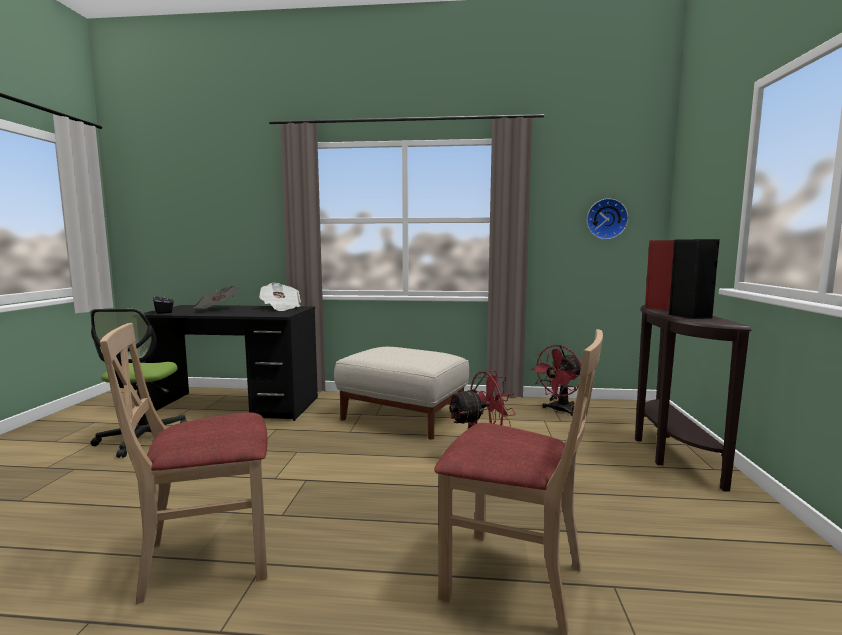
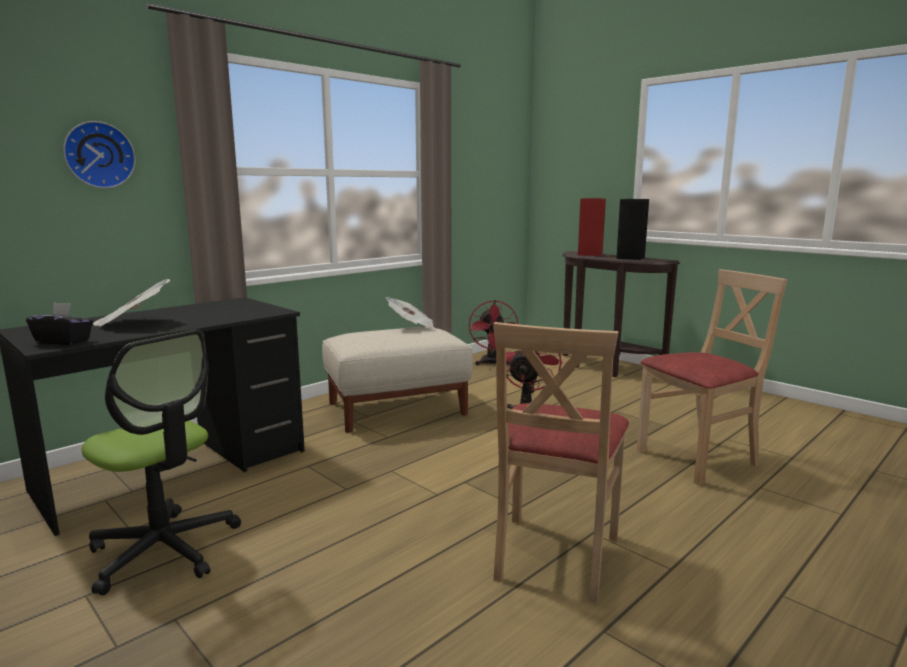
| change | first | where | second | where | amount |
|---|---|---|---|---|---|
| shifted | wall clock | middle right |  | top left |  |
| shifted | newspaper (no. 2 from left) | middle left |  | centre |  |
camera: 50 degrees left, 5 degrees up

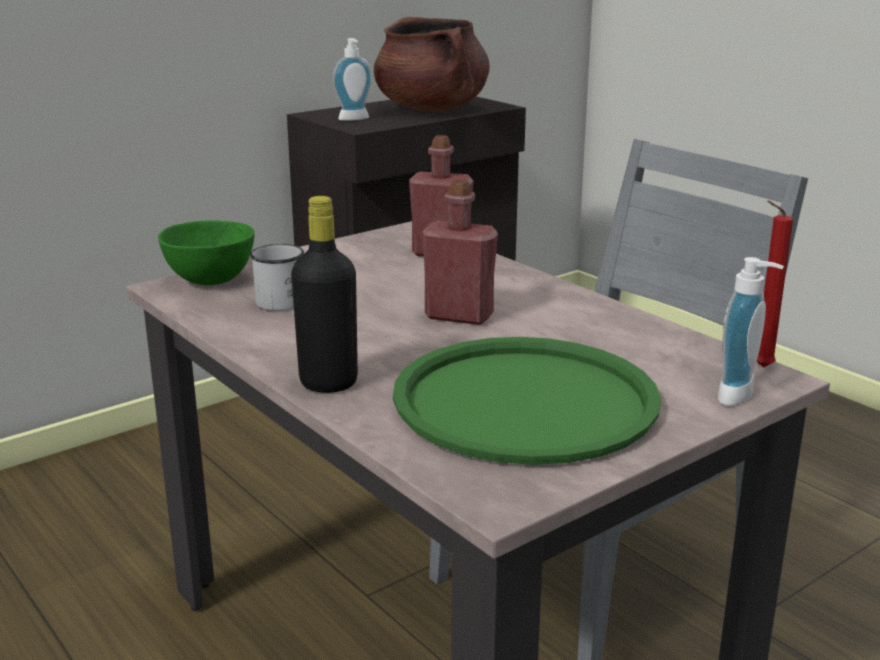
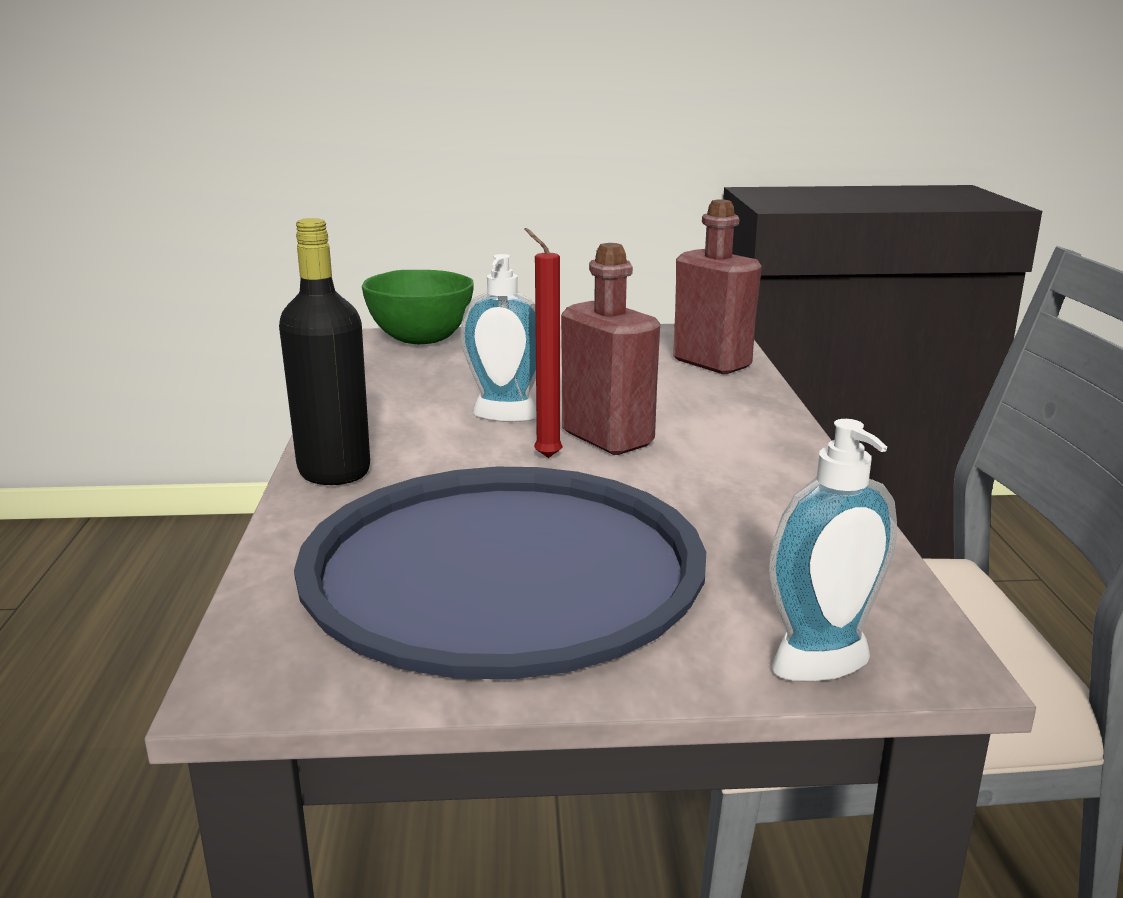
| change | first | where | second | where | amount |
|---|---|---|---|---|---|
| gone | brown cooking pot | top centre |  |  |  |
| shifted | soap dispenser (no. 1 from left) | top centre |  | centre |  |
| shifted | red candle | middle right |  | centre |  |
| gone | white mug | middle left |  |  |  |
| repainted | green tray | centre | blue tray | centre |  |
camera: 35 degrees right, 0 degrees up

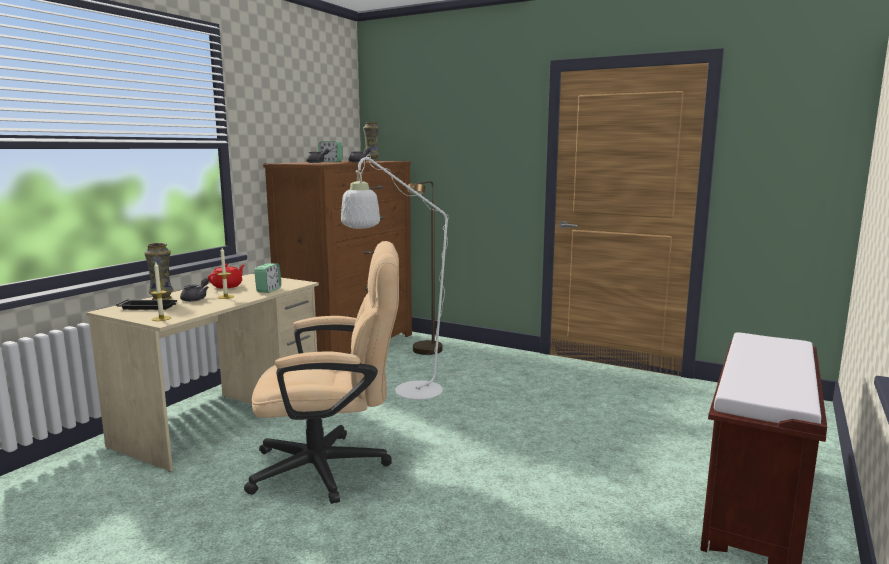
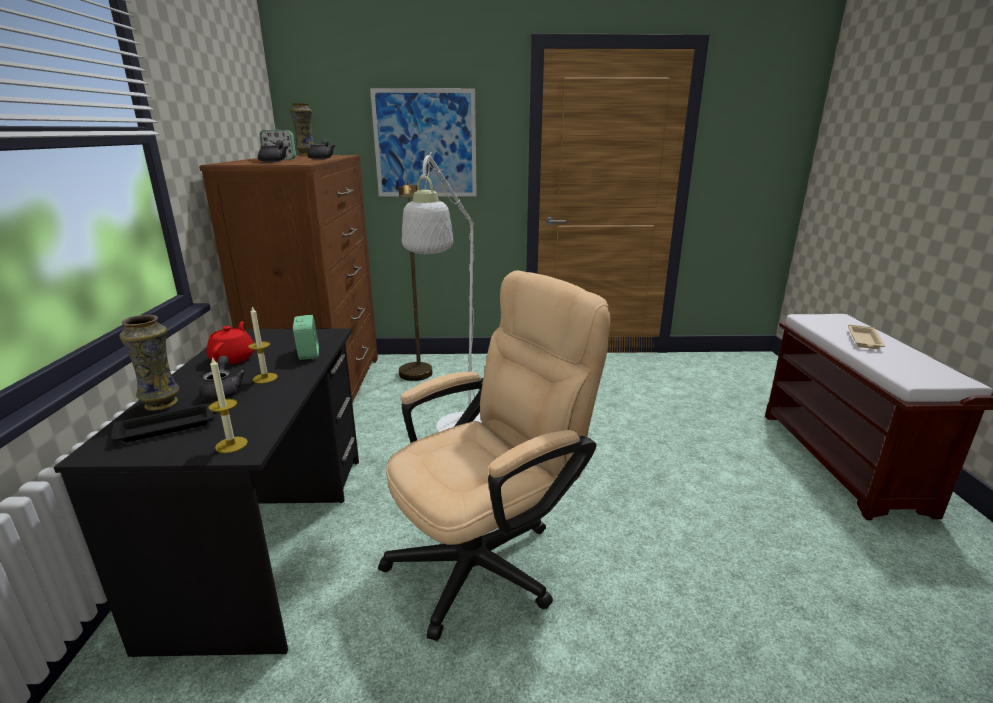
| change | first | where | second | where | amount |
|---|---|---|---|---|---|
| repainted | beige desk | middle left | black desk | bottom left |  |
| new |  |  | picture | top centre |  |
| new |  |  | beige tray | middle right |  |
camera: 30 degrees left, 10 degrees up

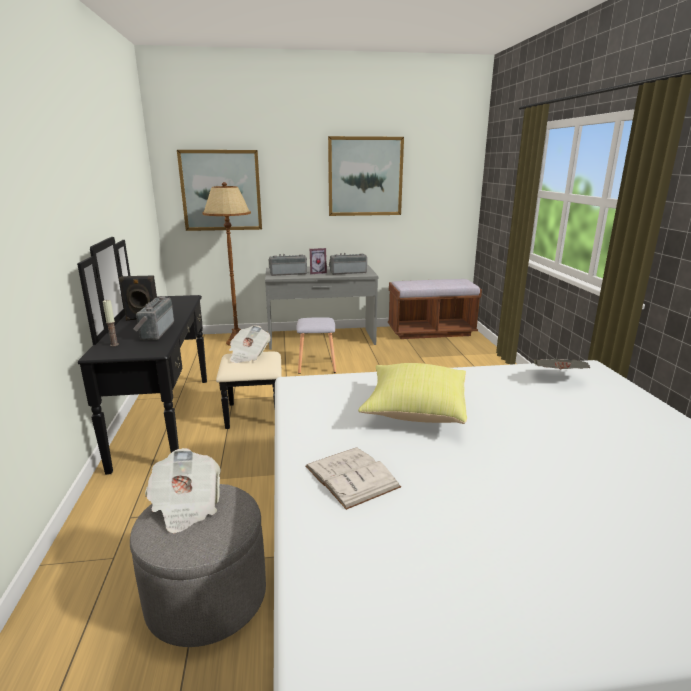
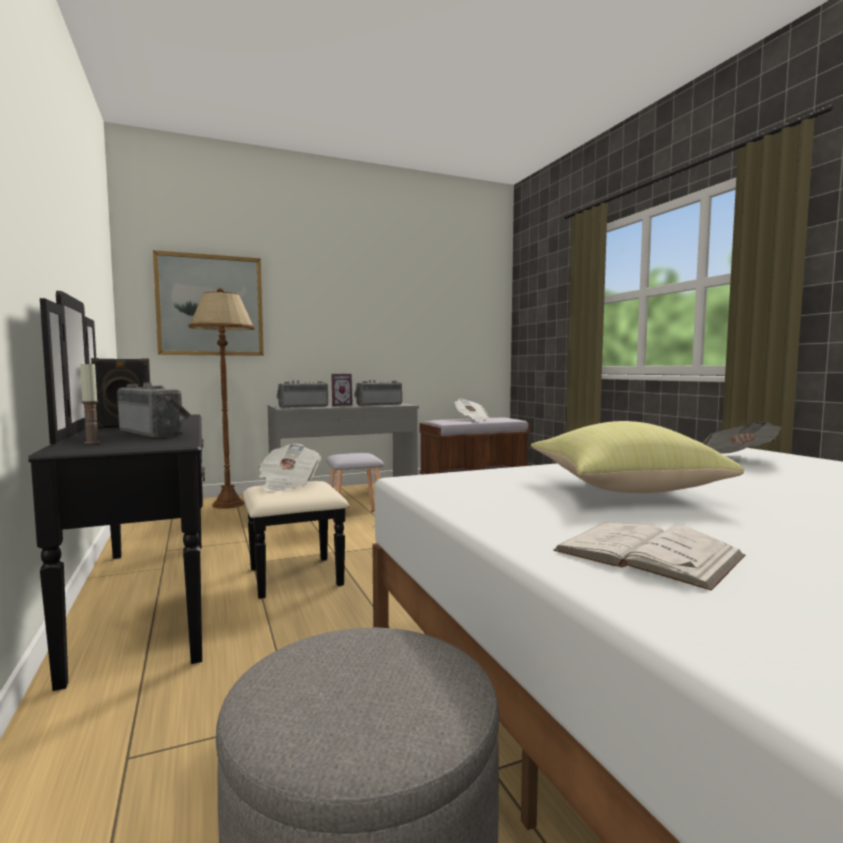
| change | first | where | second | where | amount |
|---|---|---|---|---|---|
| gone | picture (no. 2 from left) | top centre |  |  |  |
| rotated | radio (no. 1 from left) | middle left |  | middle left | 150 degrees clockwise |
| shifted | newspaper (no. 1 from left in the first image) | bottom left | newspaper (no. 2 from left) | centre |  |
camera: 15 degrees left, 15 degrees down

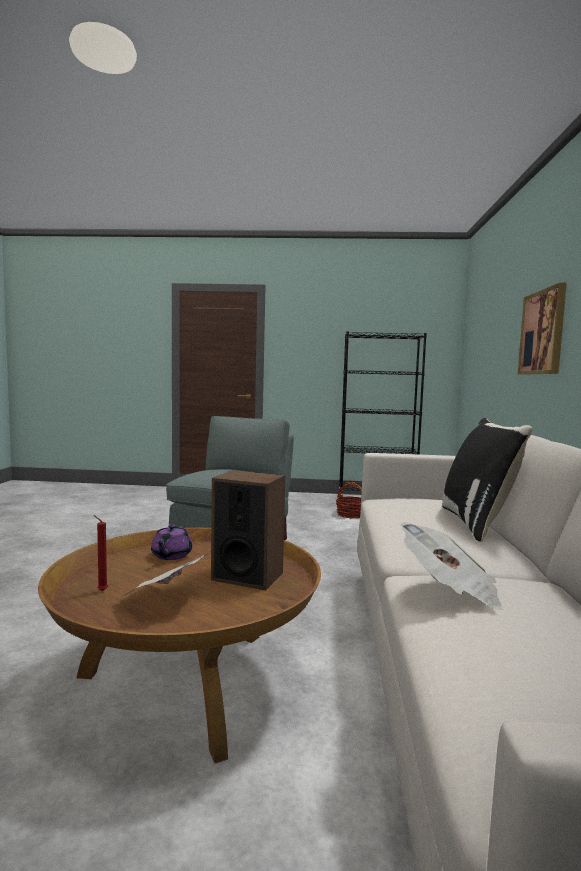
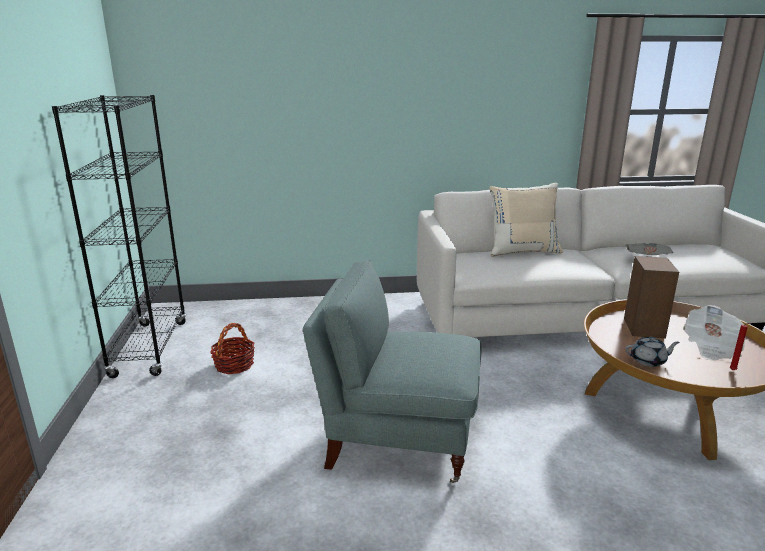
| change | first | where | second | where | amount |
|---|---|---|---|---|---|
| gone | picture | middle right |  |  |  |
| repainted | black pillow | middle right | beige pillow | middle right |  |
| repainted | purple teapot | middle left | grey teapot | middle right |  |
camera: 100 degrees left, 15 degrees up

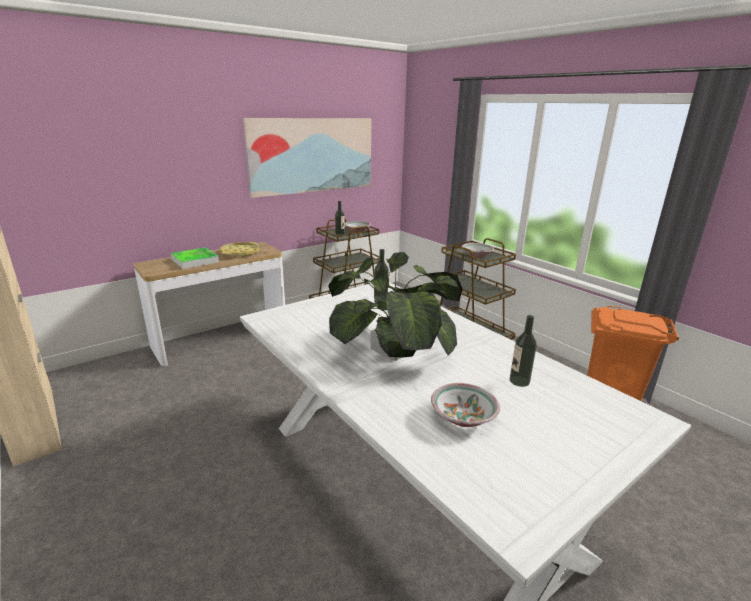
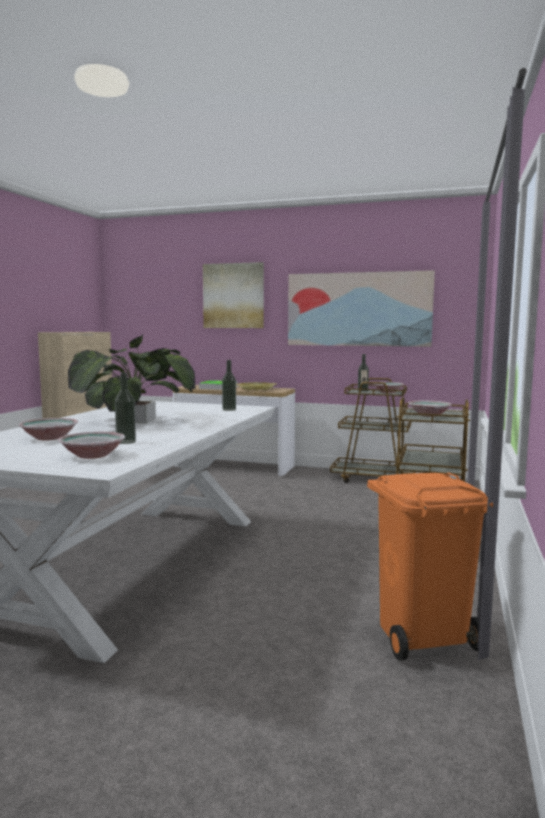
| change | first | where | second | where | amount |
|---|---|---|---|---|---|
| new |  |  | picture (no. 1 from left) | centre |  |
| new |  |  | bowl (no. 2 from left) | middle left |  |
camera: 55 degrees right, 15 degrees down

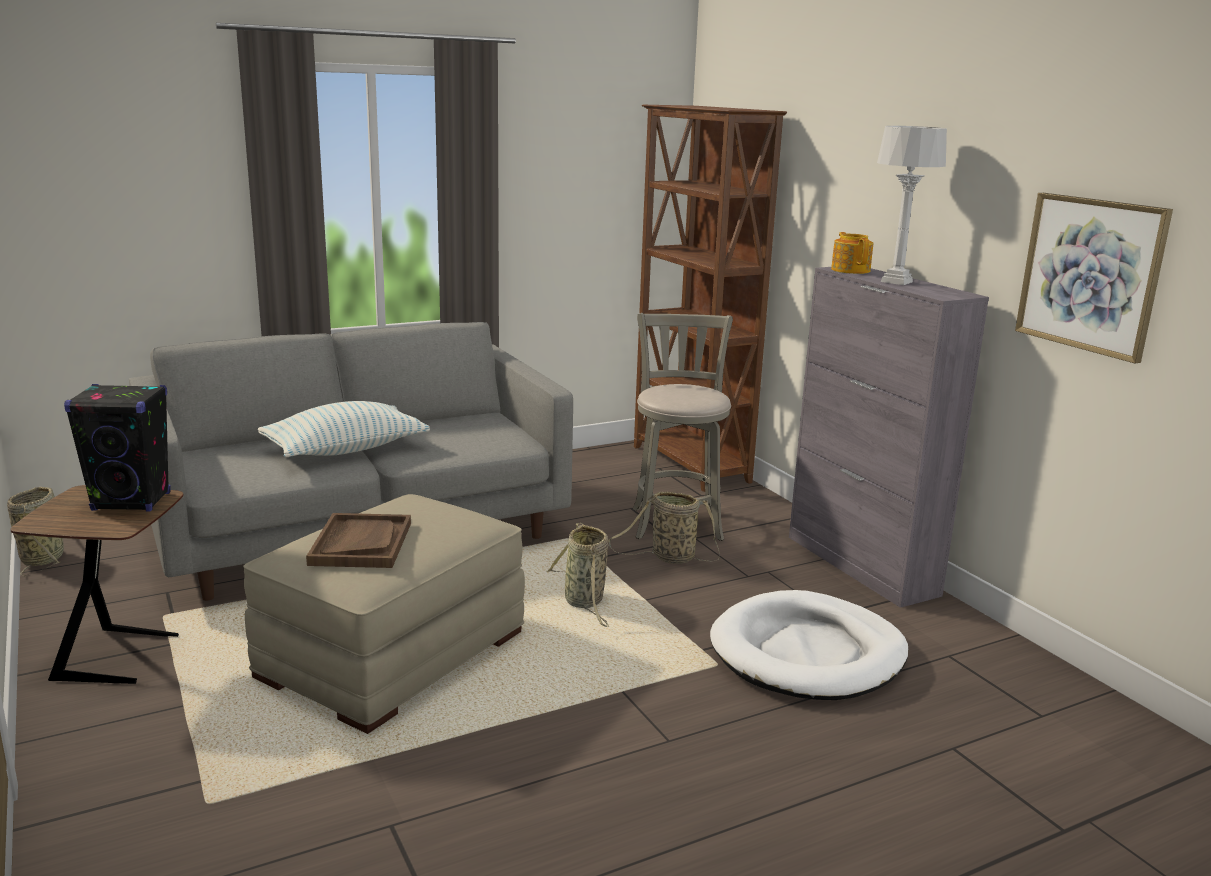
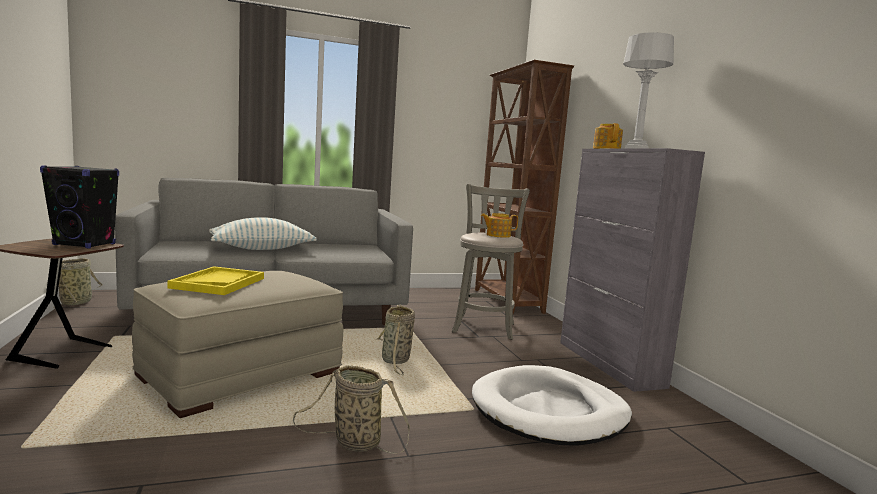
| change | first | where | second | where | amount |
|---|---|---|---|---|---|
| gone | picture | top right |  |  |  |
| shifted | basket (no. 3 from left in the first image) | centre | basket (no. 2 from left) | bottom centre |  |
| repainted | brown tray | middle left | yellow tray | middle left |  |
| new |  |  | teapot (no. 1 from left) | centre |  |
camera: 10 degrees right, 10 degrees down

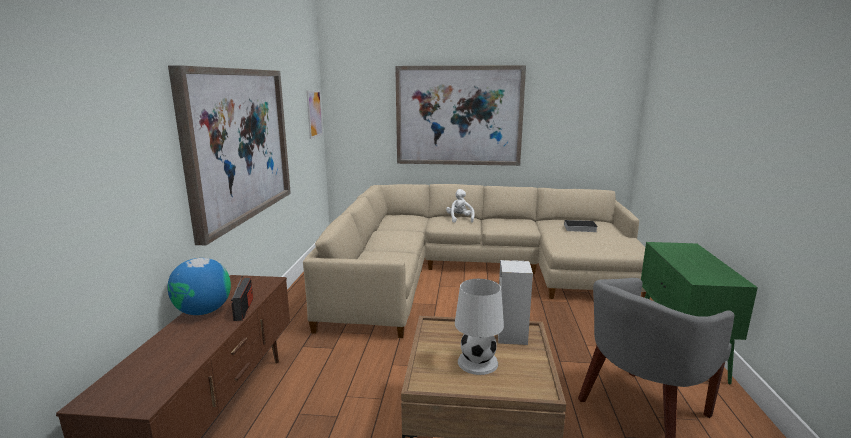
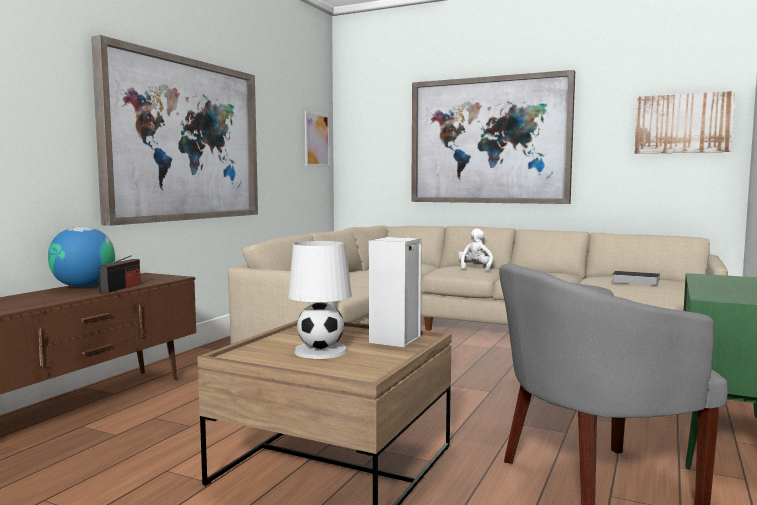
| change | first | where | second | where | amount |
|---|---|---|---|---|---|
| new |  |  | picture (no. 4 from left) | top right |  |
camera: 20 degrees right, 10 degrees down

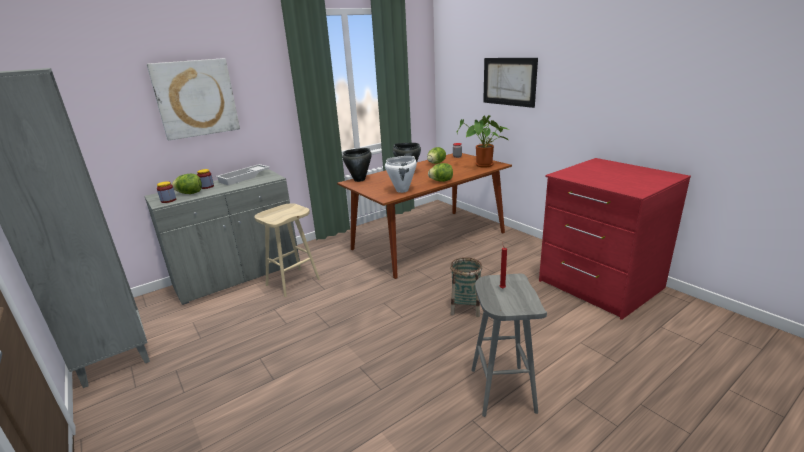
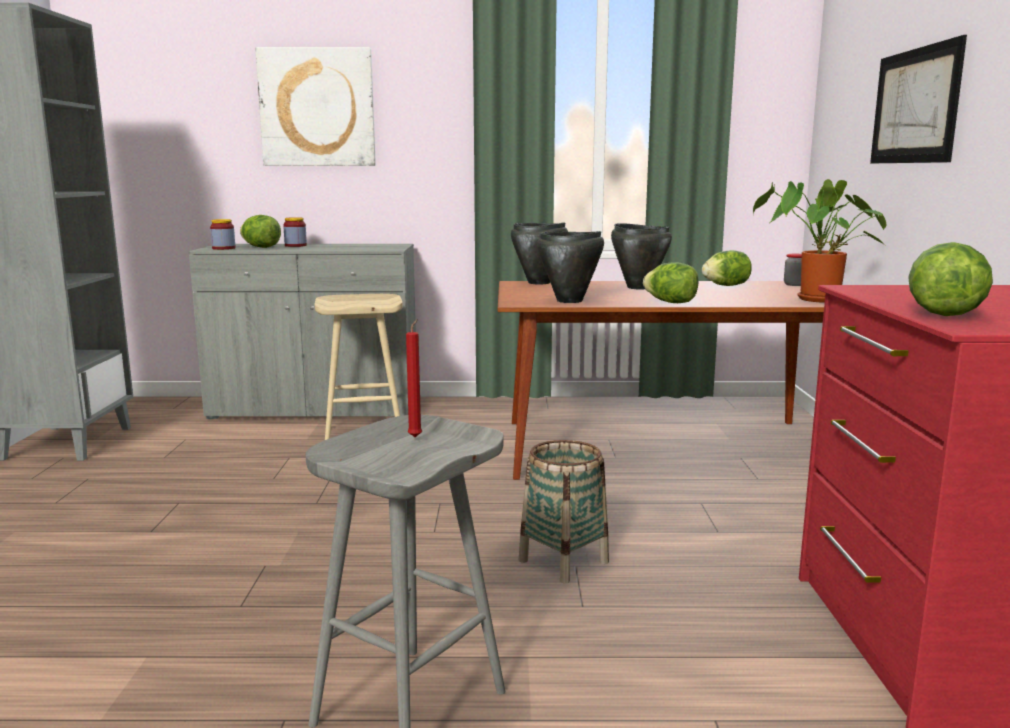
| change | first | where | second | where | amount |
|---|---|---|---|---|---|
| repainted | white cooking pot | centre | black cooking pot (no. 2 from left) | centre |  |
| gone | white tray | middle left |  |  |  |
| new |  |  | lettuce (no. 4 from left) | middle right |  |
camera: 35 degrees right, 10 degrees down

